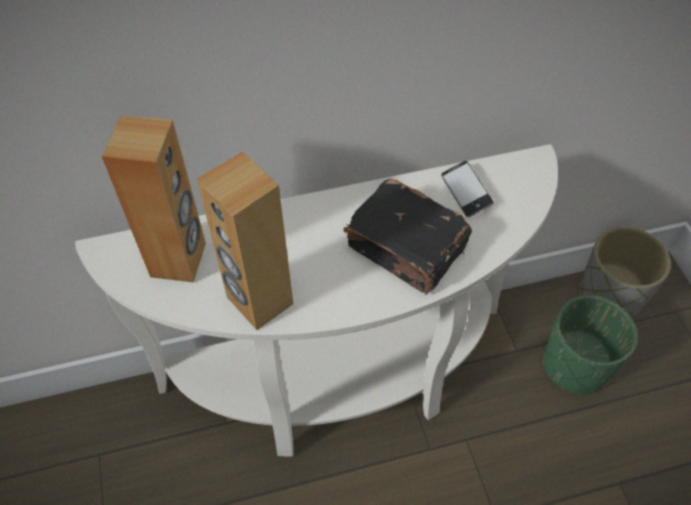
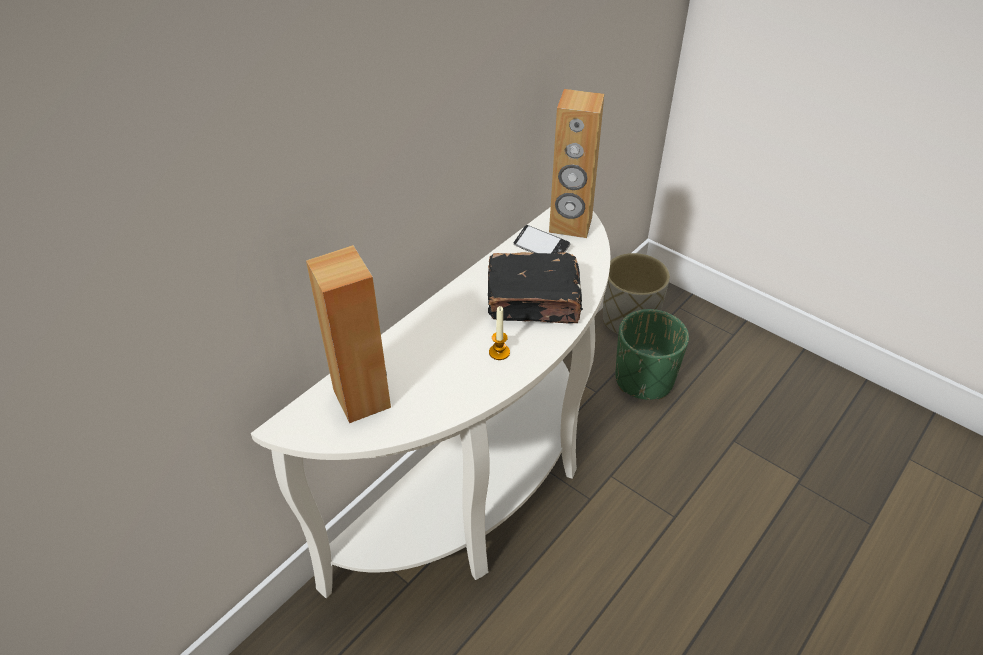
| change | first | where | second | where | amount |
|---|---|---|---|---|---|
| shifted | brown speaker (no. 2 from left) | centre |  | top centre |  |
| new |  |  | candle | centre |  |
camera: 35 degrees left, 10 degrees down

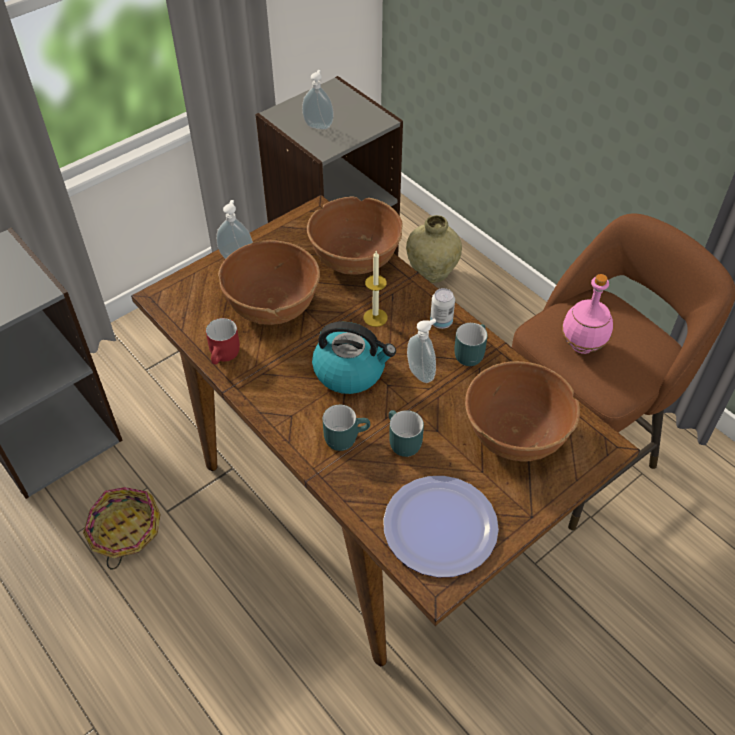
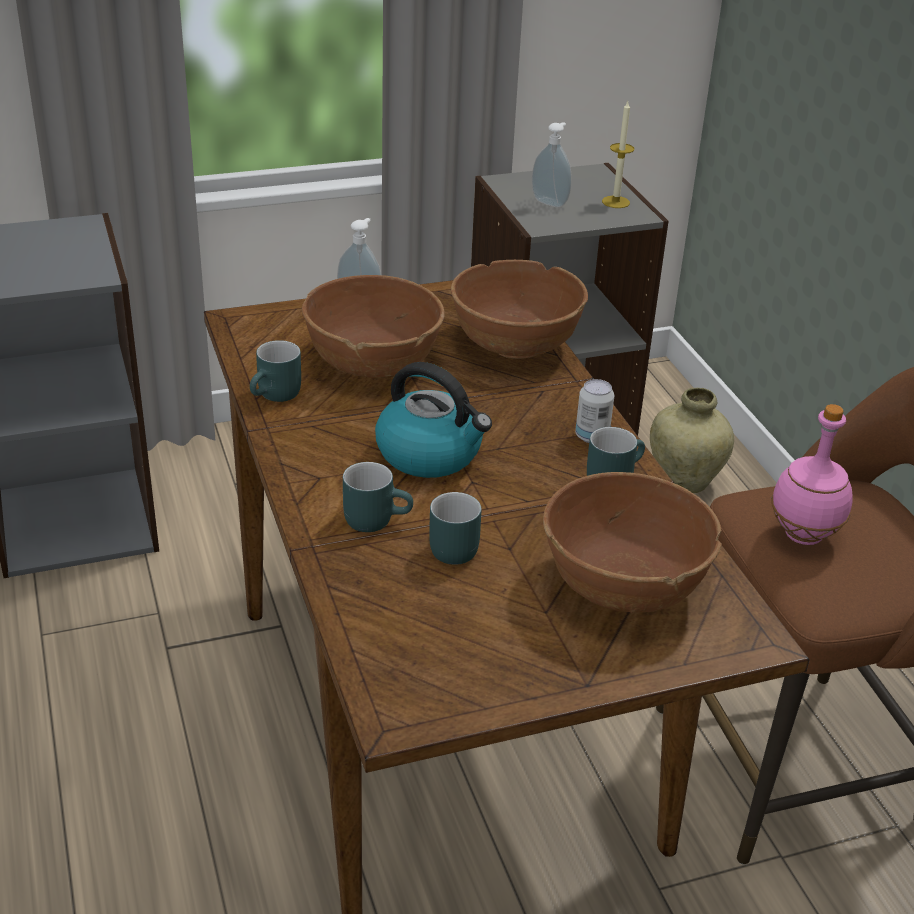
| change | first | where | second | where | amount |
|---|---|---|---|---|---|
| shifted | candle | centre |  | top right |  |
| repainted | red mug | middle left | turquoise mug (no. 1 from left) | middle left |  |
| gone | soap dispenser (no. 3 from left) | centre |  |  |  |
| gone | plate | bottom centre |  |  |  |
| gone | basket | bottom left |  |  |  |
camera: 20 degrees right, 15 degrees down

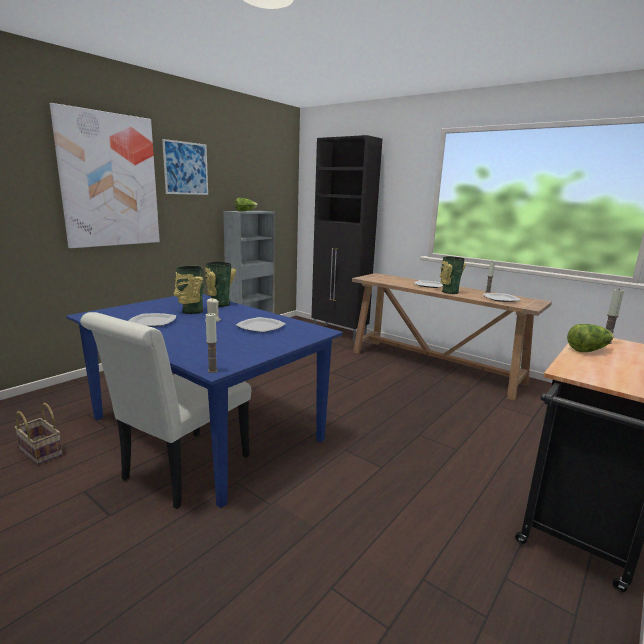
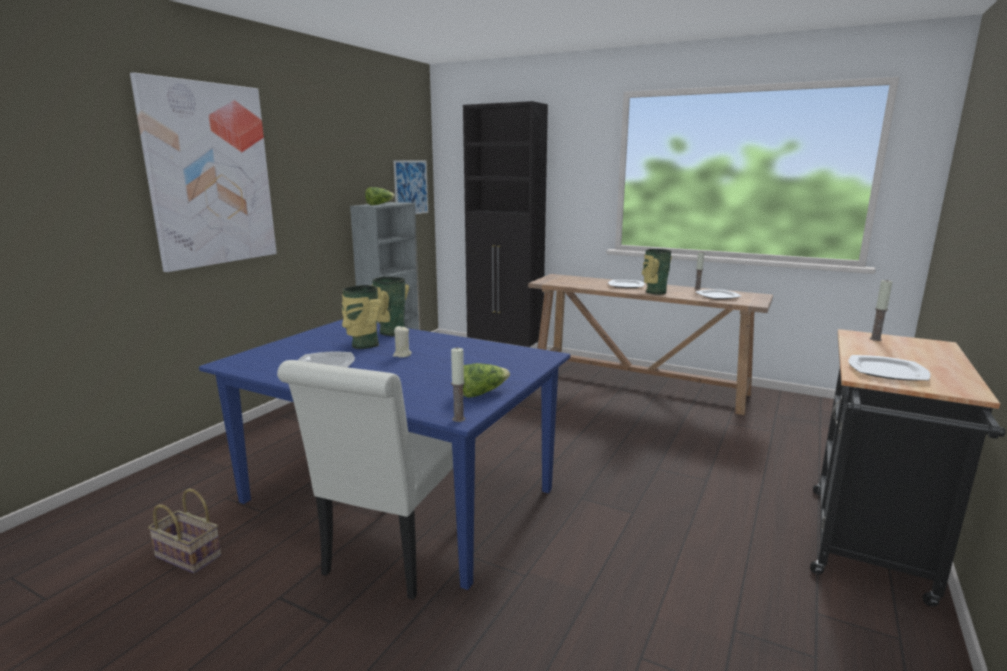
| change | first | where | second | where | amount |
|---|---|---|---|---|---|
| shifted | picture (no. 2 from left) | top left |  | top centre |  |
| shifted | plate (no. 2 from left in the first image) | centre | plate (no. 4 from left) | middle right |  |
| shifted | lettuce (no. 2 from left) | middle right |  | centre |  |
camera: 10 degrees left, 0 degrees up

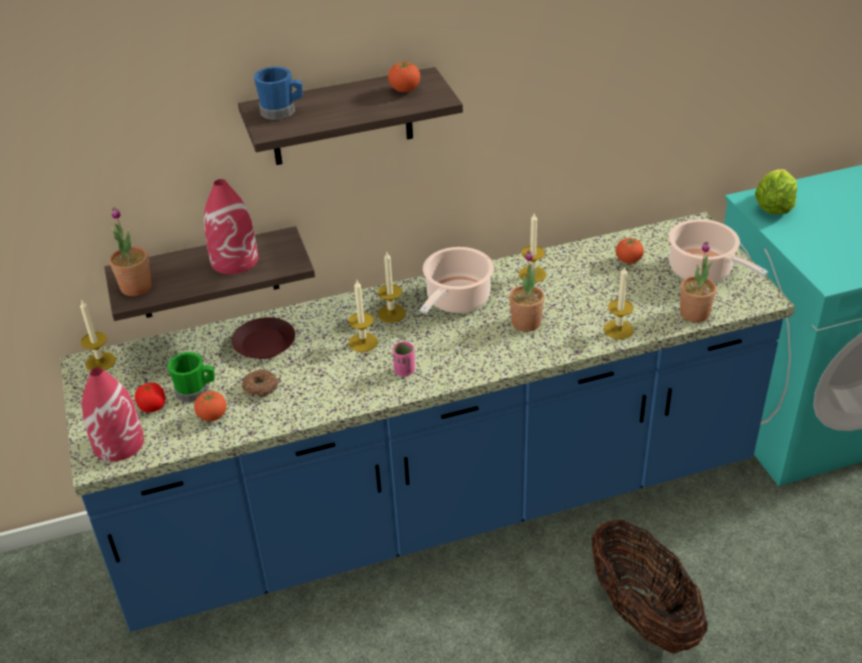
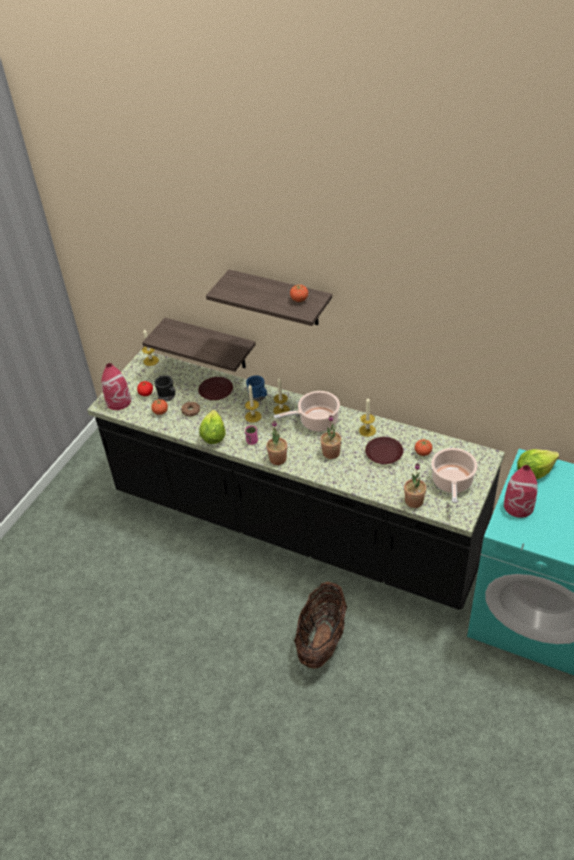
| change | first | where | second | where | amount |
|---|---|---|---|---|---|
| shifted | blue mug | top left |  | centre |  |
| shifted | red vase (no. 2 from left) | middle left |  | middle right |  |
| shifted | potted plant (no. 1 from left) | middle left |  | centre |  |
| repainted | blue counter | centre | black counter | centre |  |
| gone | candle (no. 5 from left) | middle right |  |  |  |
| repainted | green mug | middle left | black mug | middle left |  |
| new |  |  | lettuce (no. 1 from left) | centre |  |
| new |  |  | brown plate (no. 2 from left) | middle right |  |
camera: 45 degrees right, 5 degrees up

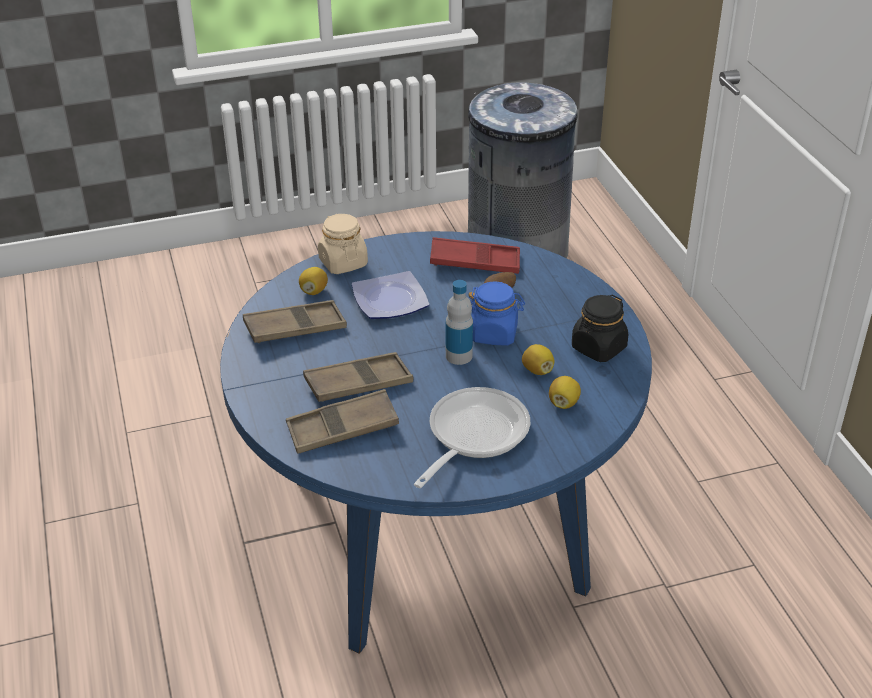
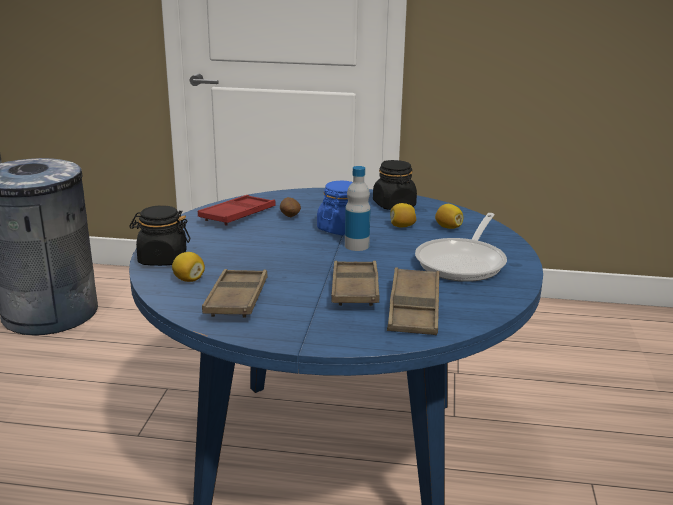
| change | first | where | second | where | amount |
|---|---|---|---|---|---|
| repainted | beige jar | centre | black jar (no. 1 from left) | middle left |  |
| gone | plate | centre |  |  |  |
| rotated | frying pan | centre |  | middle right | 120 degrees counterclockwise |
camera: 65 degrees left, 15 degrees down

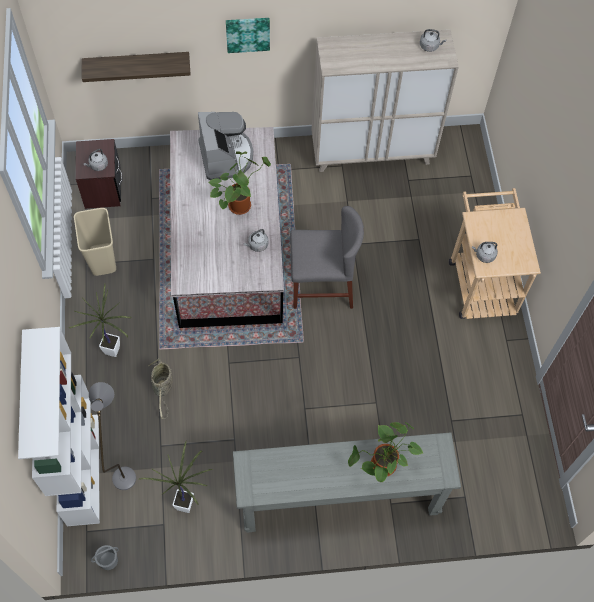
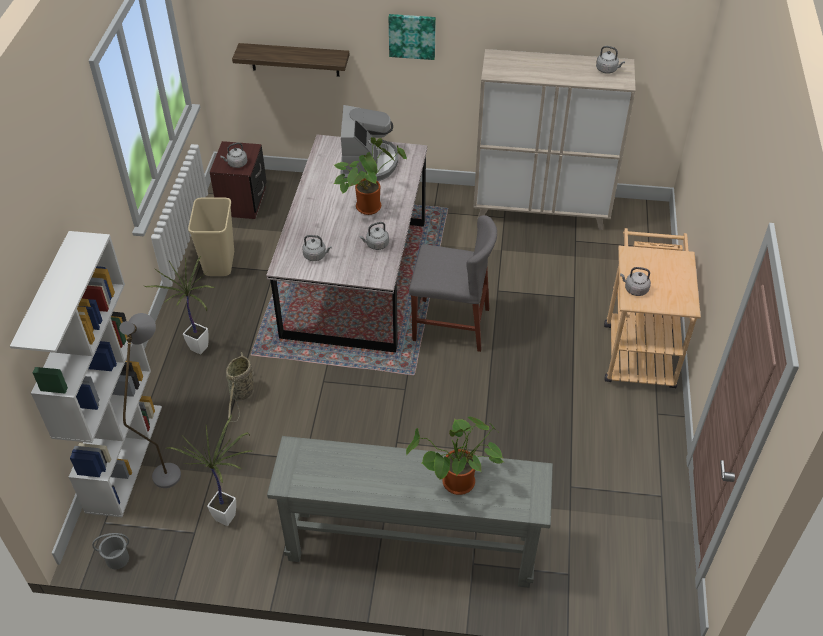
| change | first | where | second | where | amount |
|---|---|---|---|---|---|
| new |  |  | grey kettle (no. 2 from left) | centre |  |
camera: 15 degrees right, 15 degrees down

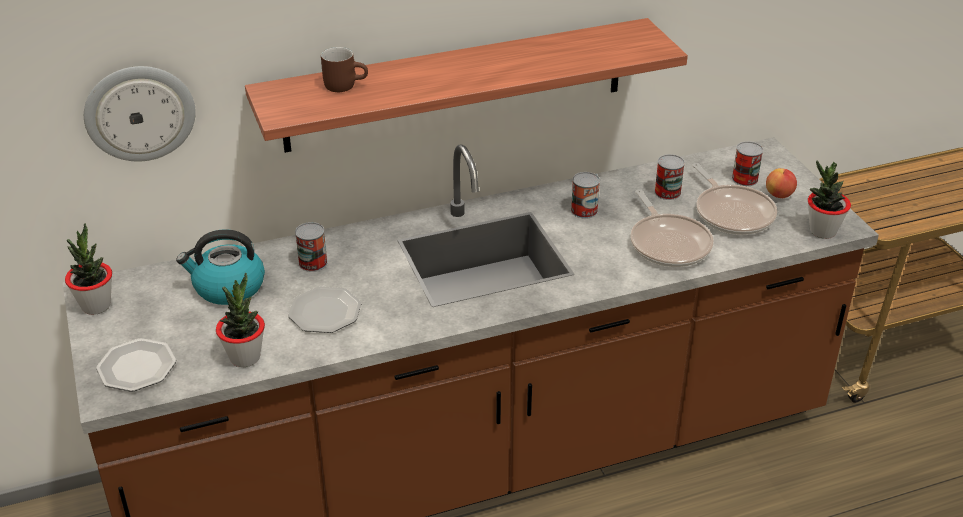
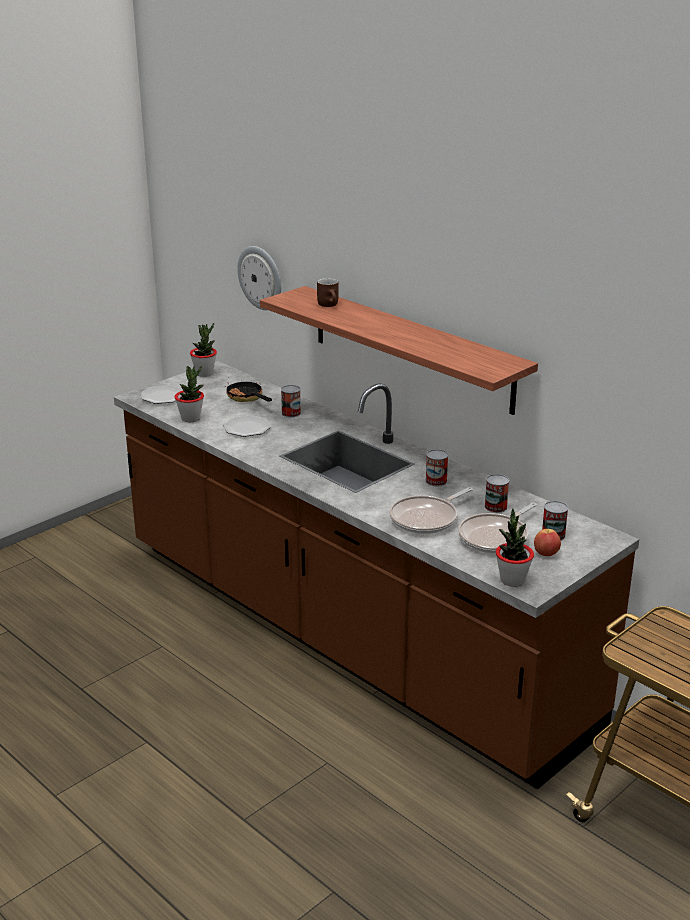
| change | first | where | second | where | amount |
|---|---|---|---|---|---|
| swapped | kettle | middle left | frying pan (no. 1 from left) | centre |  |
camera: 65 degrees right, 10 degrees down

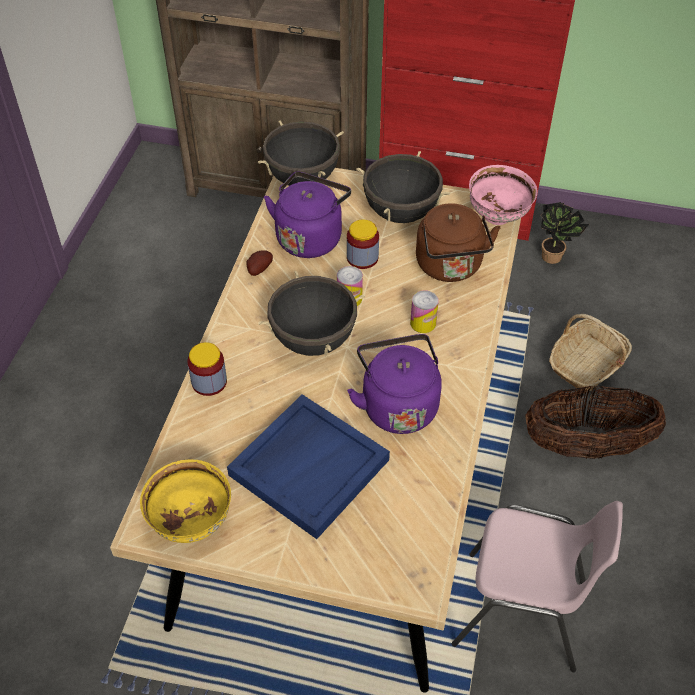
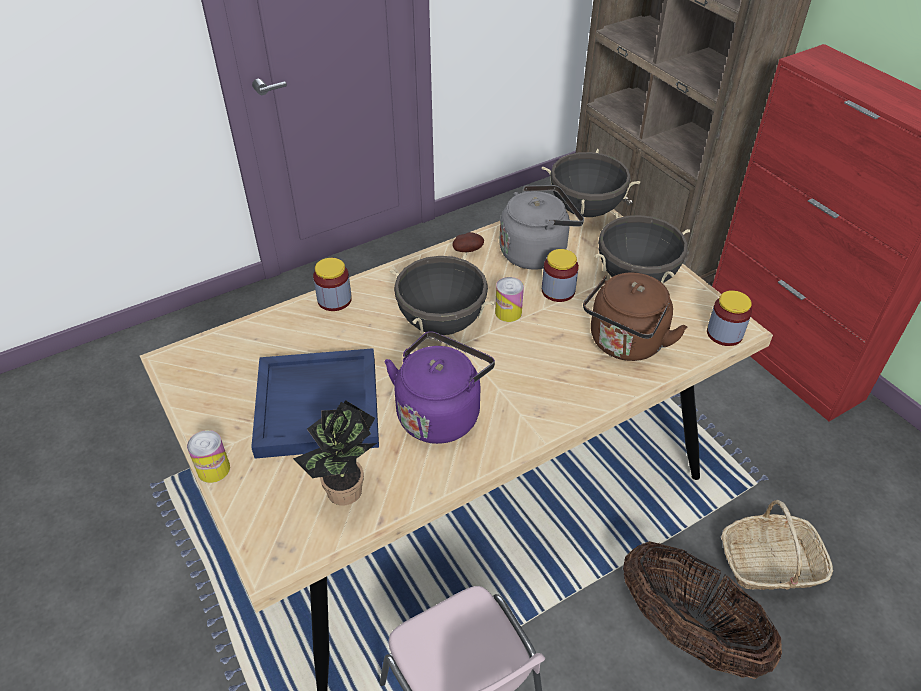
| change | first | where | second | where | amount |
|---|---|---|---|---|---|
| swapped | pink bowl | top right | jar (no. 3 from left) | middle right |  |
| repainted | purple kettle (no. 1 from left) | top centre | grey kettle | top centre |  |
| shifted | potted plant | middle right |  | centre |  |
| shifted | can (no. 2 from left in the first image) | centre | can (no. 1 from left) | middle left |  |
| gone | yellow bowl | bottom left |  |  |  |
camera: 45 degrees right, 5 degrees down

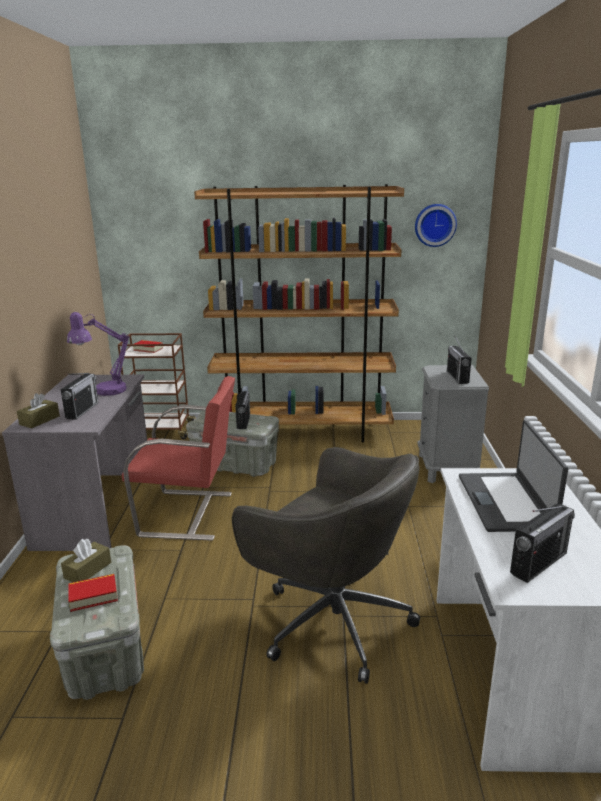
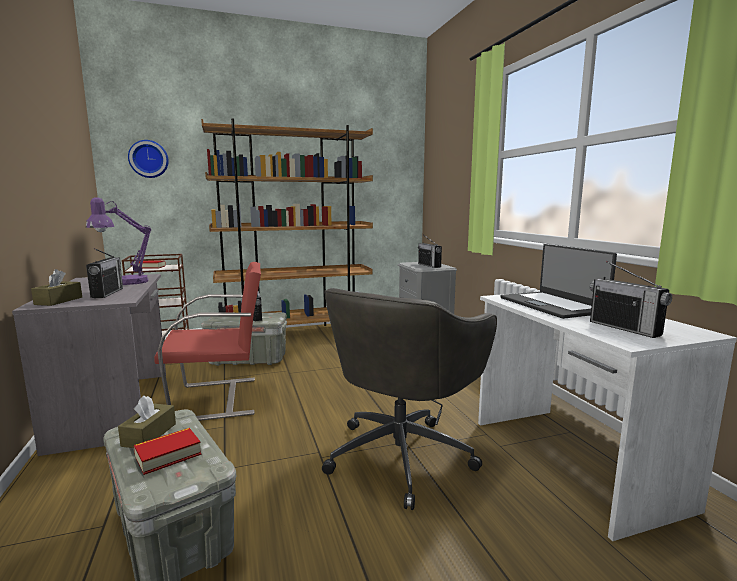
| change | first | where | second | where | amount |
|---|---|---|---|---|---|
| shifted | wall clock | top right |  | top left |  |
| rotated | grey office chair | bottom centre |  | bottom centre | 105 degrees clockwise |
| rotated | radio (no. 4 from left) | bottom right |  | middle right | 120 degrees clockwise |
camera: 20 degrees left, 10 degrees down

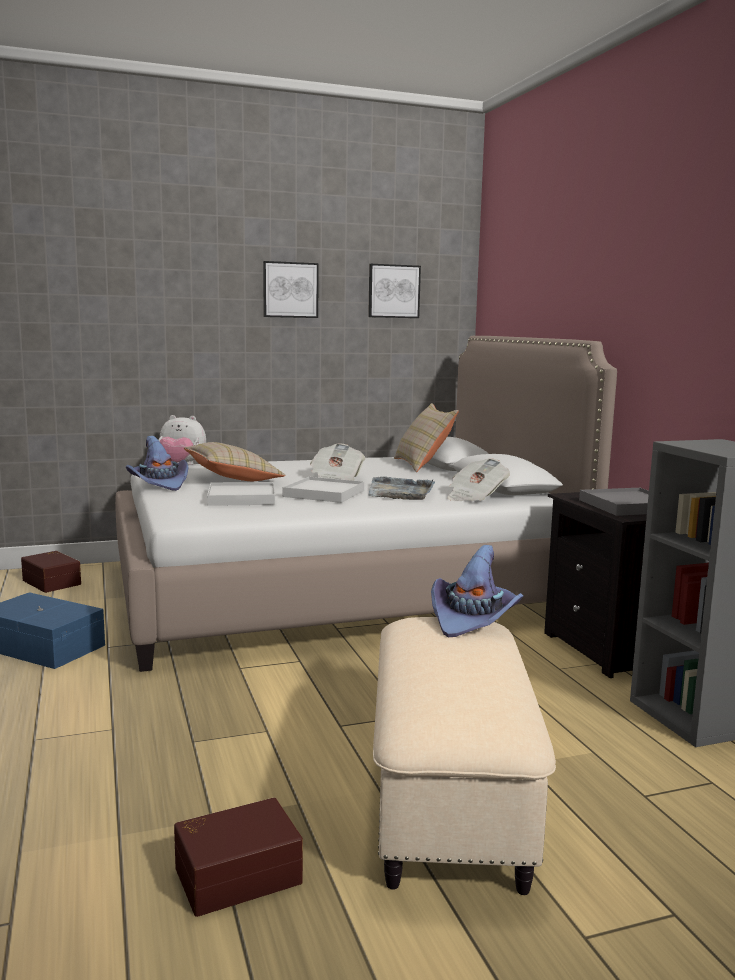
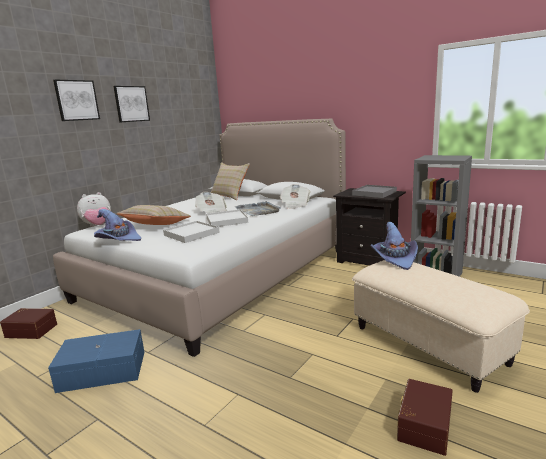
| change | first | where | second | where | amount |
|---|---|---|---|---|---|
| shifted | picture (no. 2 from left in the first image) | top centre | picture (no. 1 from left) | top left |  |
camera: 35 degrees left, 5 degrees up

